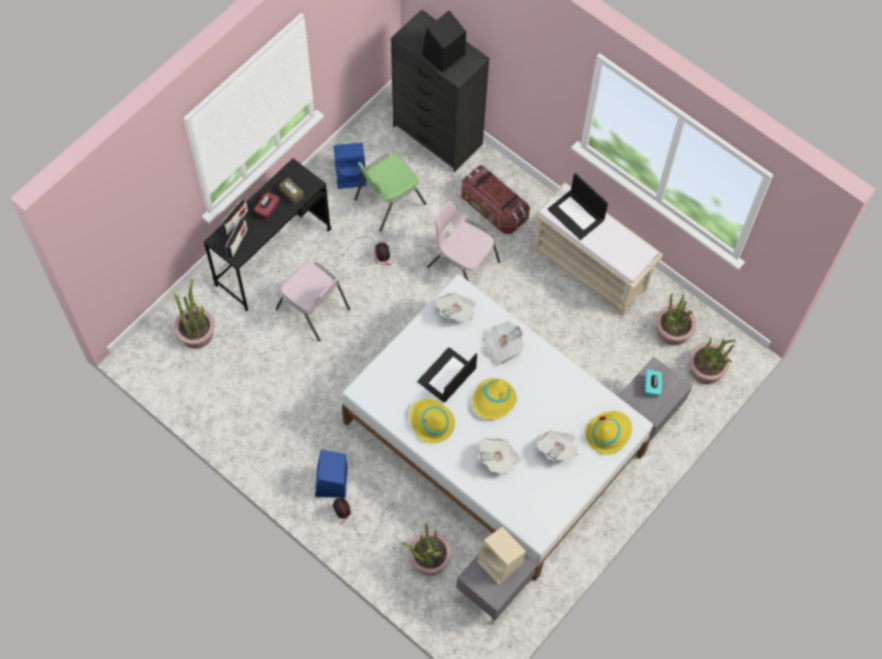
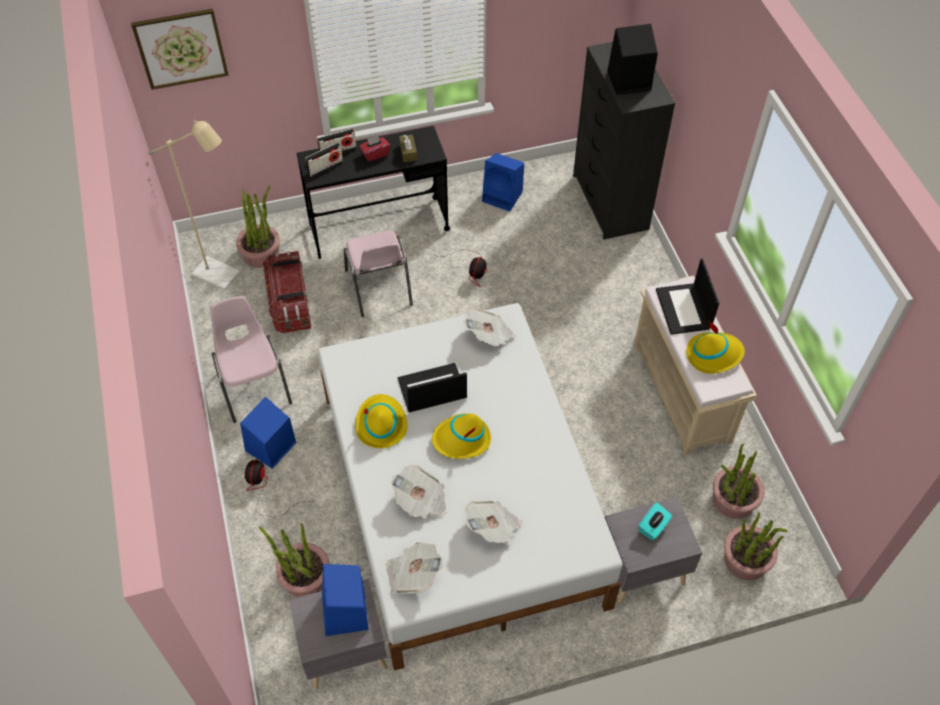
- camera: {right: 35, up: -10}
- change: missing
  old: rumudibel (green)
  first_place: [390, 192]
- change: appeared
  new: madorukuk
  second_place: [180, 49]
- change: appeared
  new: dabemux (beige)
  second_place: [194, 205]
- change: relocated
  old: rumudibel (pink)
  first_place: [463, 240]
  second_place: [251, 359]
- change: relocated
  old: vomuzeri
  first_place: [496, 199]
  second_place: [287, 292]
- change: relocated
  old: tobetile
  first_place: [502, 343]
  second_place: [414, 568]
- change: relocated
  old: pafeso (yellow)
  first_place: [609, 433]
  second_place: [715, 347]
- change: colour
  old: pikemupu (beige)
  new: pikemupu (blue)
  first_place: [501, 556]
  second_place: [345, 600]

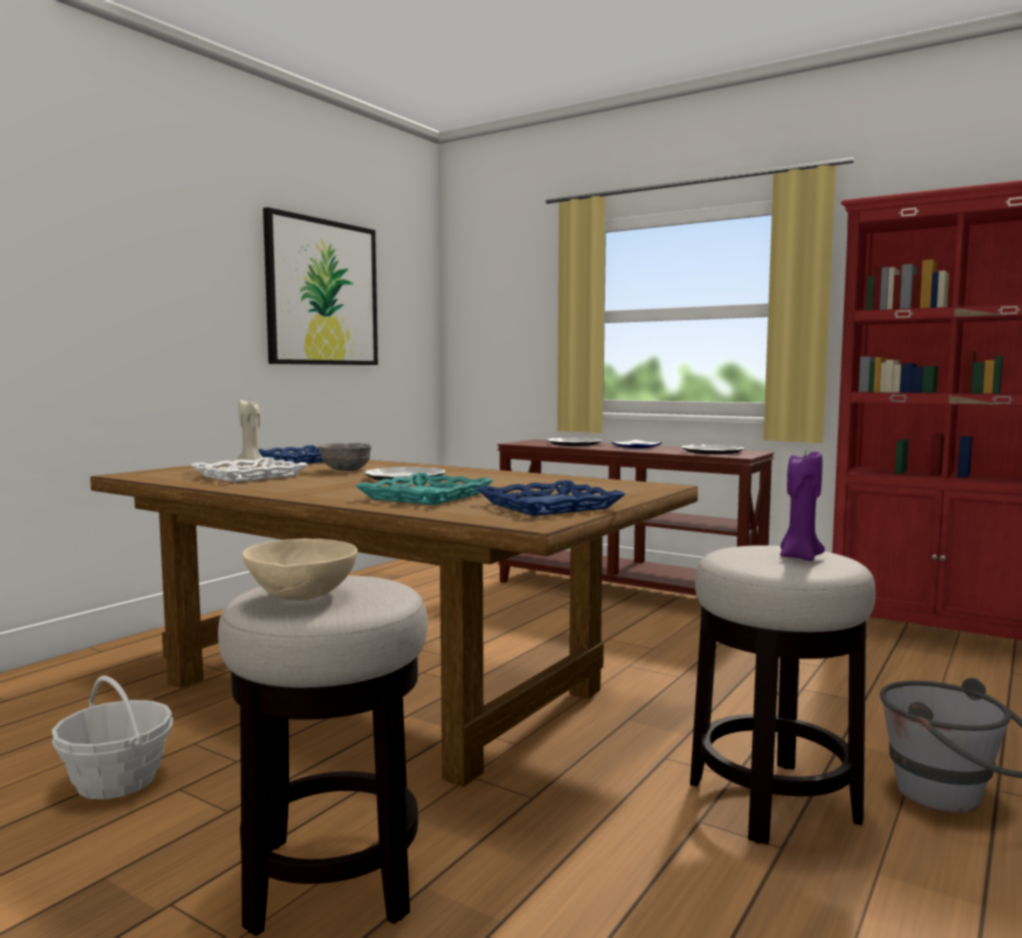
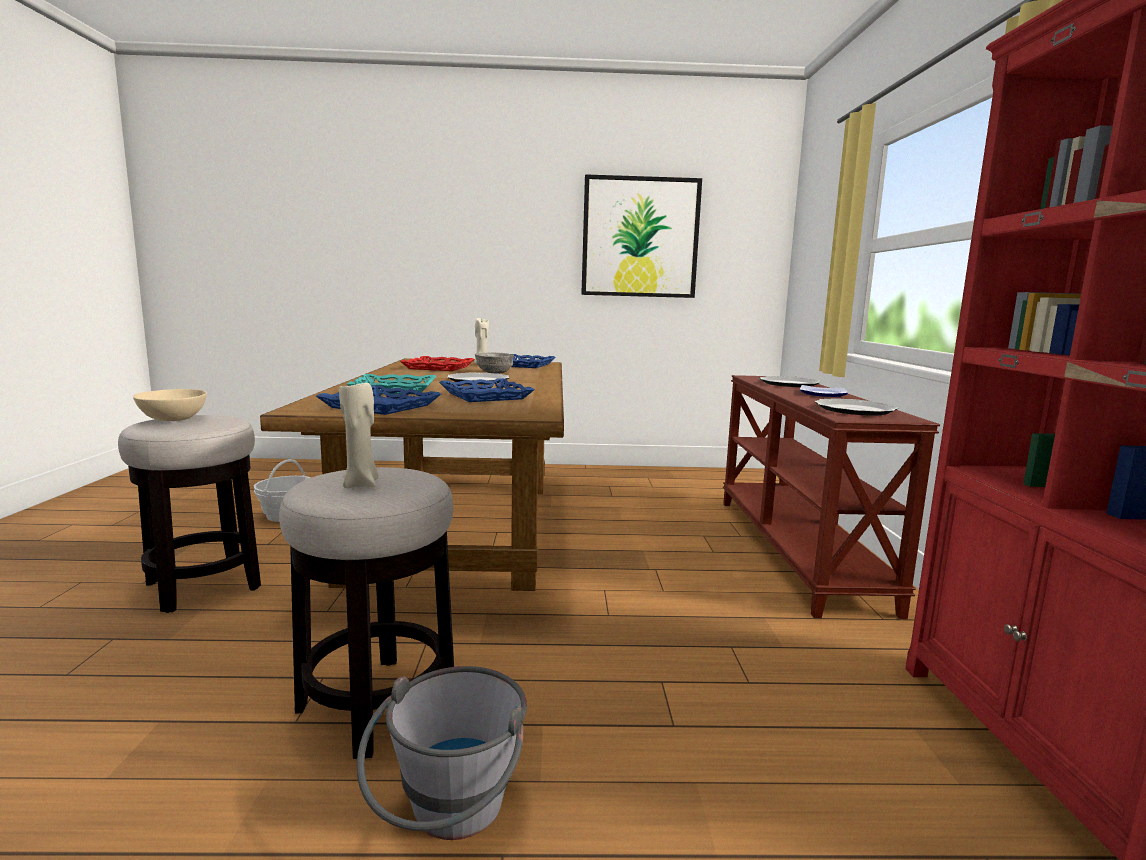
- camera: {right: 55, up: 5}
- change: appeared
  new: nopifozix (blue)
  second_place: [487, 390]
- change: colour
  old: nopifozix (white)
  new: nopifozix (red)
  first_place: [250, 469]
  second_place: [437, 363]
- change: colour
  old: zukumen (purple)
  new: zukumen (beige)
  first_place: [802, 506]
  second_place: [359, 435]

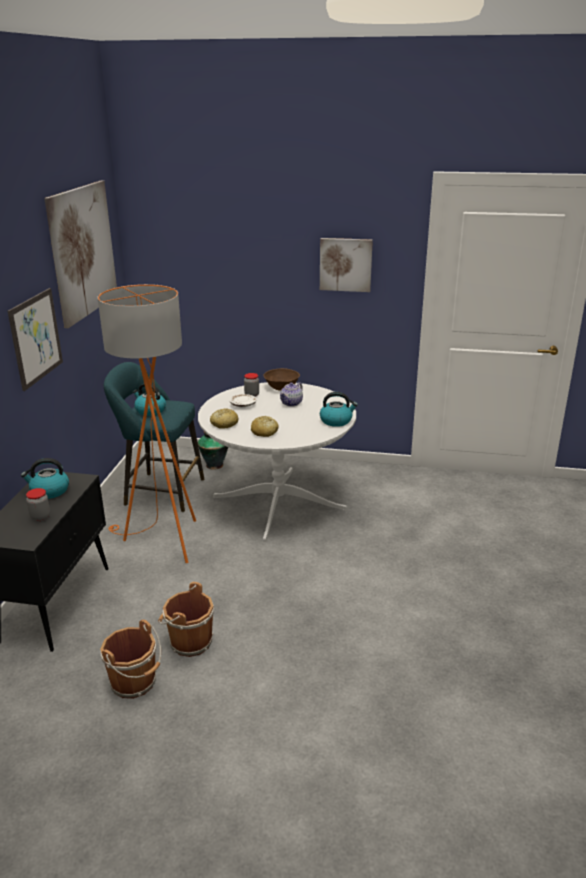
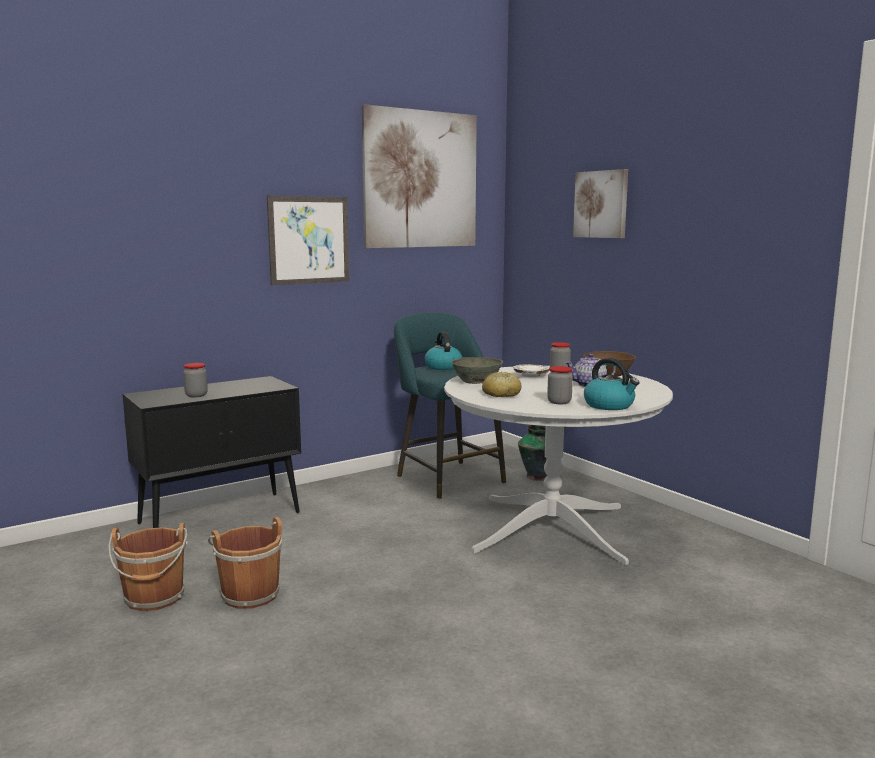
- camera: {right: 45, up: -15}
- change: missing
  old: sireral
  first_place: [45, 478]
- change: missing
  old: dabemux (orange)
  first_place: [147, 423]
- change: appeared
  new: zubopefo
  second_place: [560, 385]
- change: relocated
  old: madorukuk
  first_place: [346, 265]
  second_place: [600, 203]
- change: exchanged
  old: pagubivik
  new: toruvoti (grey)
  first_place: [224, 418]
  second_place: [477, 370]

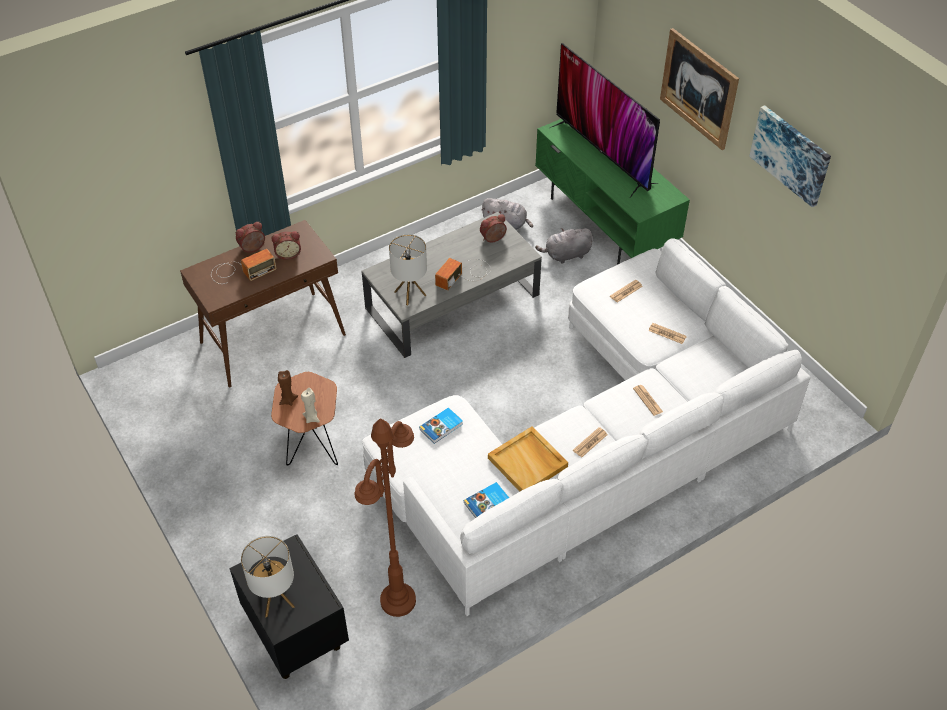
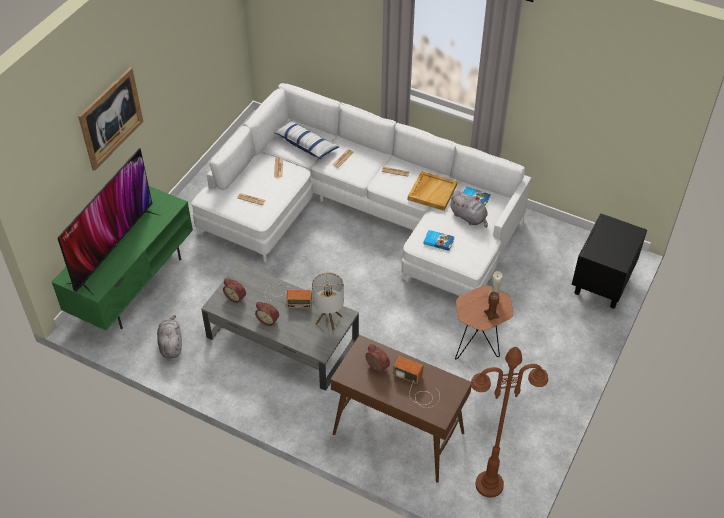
- camera: {right: -120, up: 0}
- change: missing
  old: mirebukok
  first_place: [268, 576]
- change: missing
  old: madorukuk
  first_place: [790, 156]
- change: appeared
  new: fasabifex
  second_place: [306, 139]
- change: relocated
  old: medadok
  first_place: [250, 237]
  second_place: [267, 314]
- change: relocated
  old: dabemux (brown)
  first_place: [385, 517]
  second_place: [509, 422]
- change: relocated
  old: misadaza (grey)
  first_place: [564, 246]
  second_place: [469, 209]

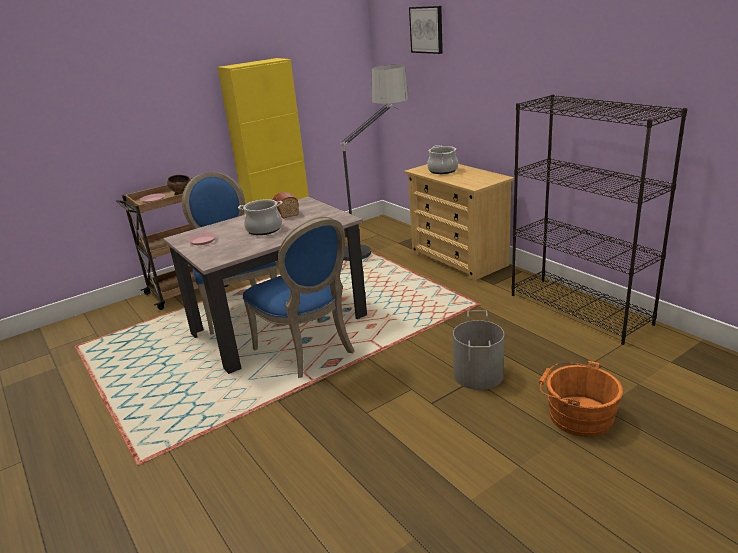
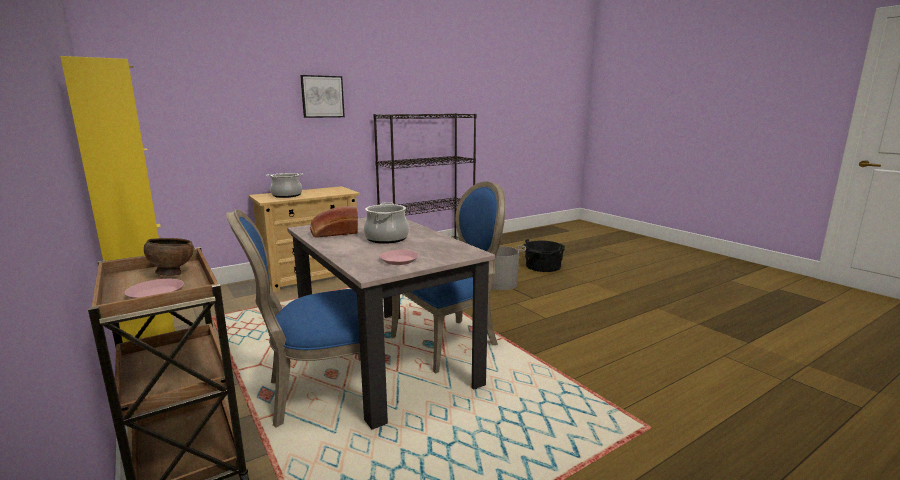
- camera: {right: -90, up: -10}
- change: missing
  old: dabemux
  first_place: [374, 163]
- change: relocated
  old: madorukuk
  first_place: [426, 30]
  second_place: [322, 96]
- change: colour
  old: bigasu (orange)
  new: bigasu (black)
  first_place: [581, 399]
  second_place: [543, 255]

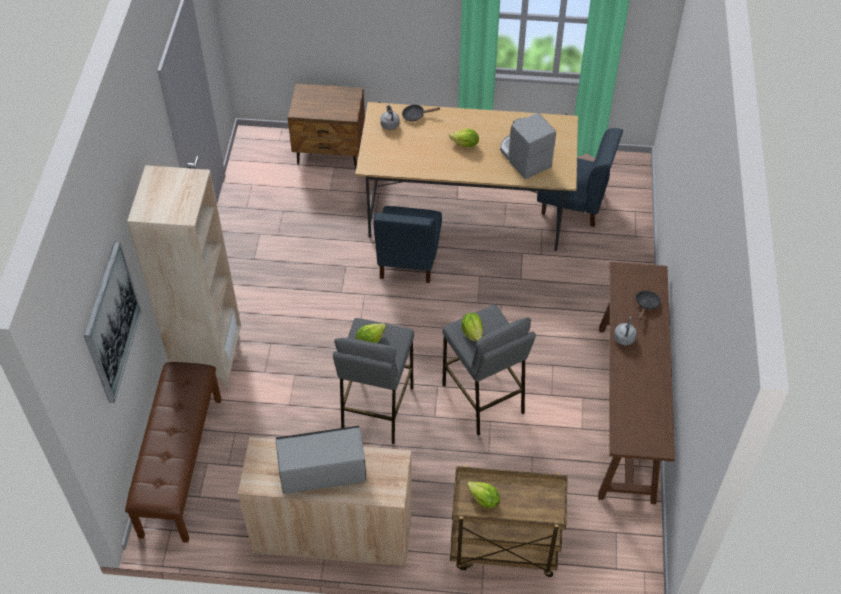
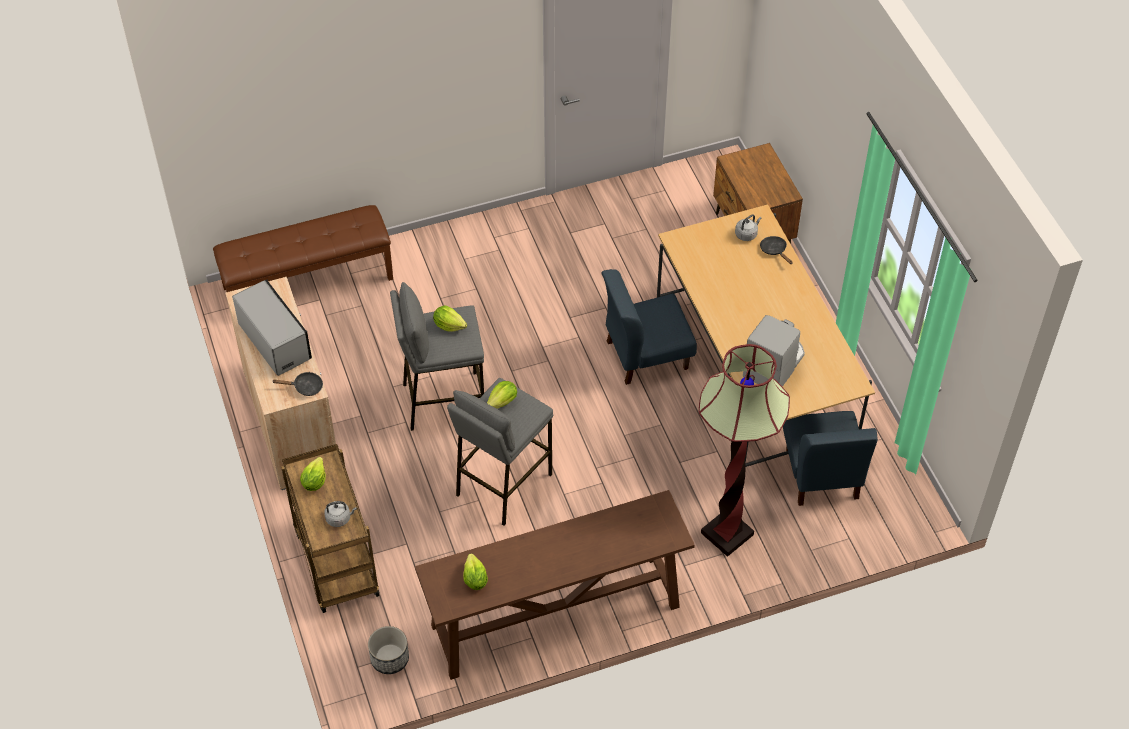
- camera: {right: 65, up: 0}
- change: missing
  old: madorukuk
  first_place: [113, 322]
- change: missing
  old: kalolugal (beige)
  first_place: [184, 276]
- change: appeared
  new: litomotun
  second_place: [388, 650]
- change: appeared
  new: dabemux
  second_place: [744, 450]
- change: relocated
  old: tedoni
  first_place: [464, 138]
  second_place: [475, 571]
- change: relocated
  old: sireral (grey)
  first_place: [625, 331]
  second_place: [340, 514]
- change: relocated
  old: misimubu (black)
  first_place: [648, 305]
  second_place: [297, 384]

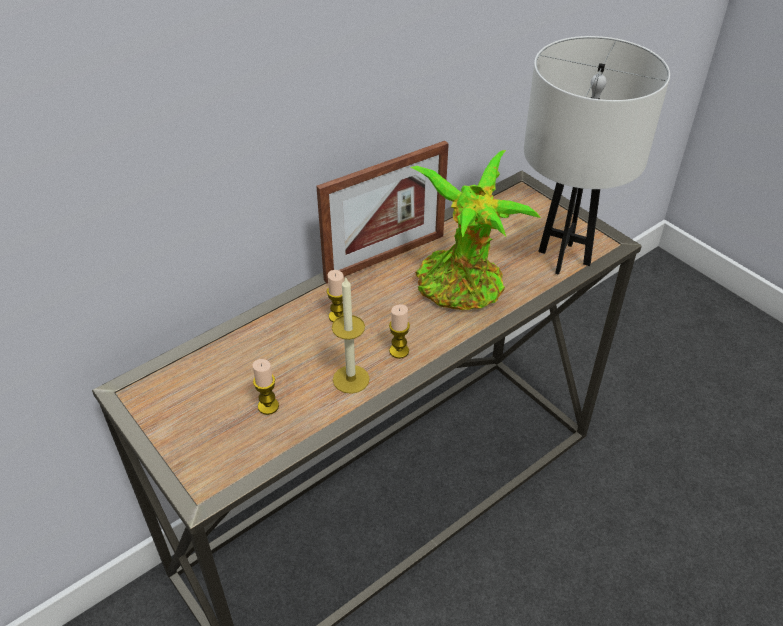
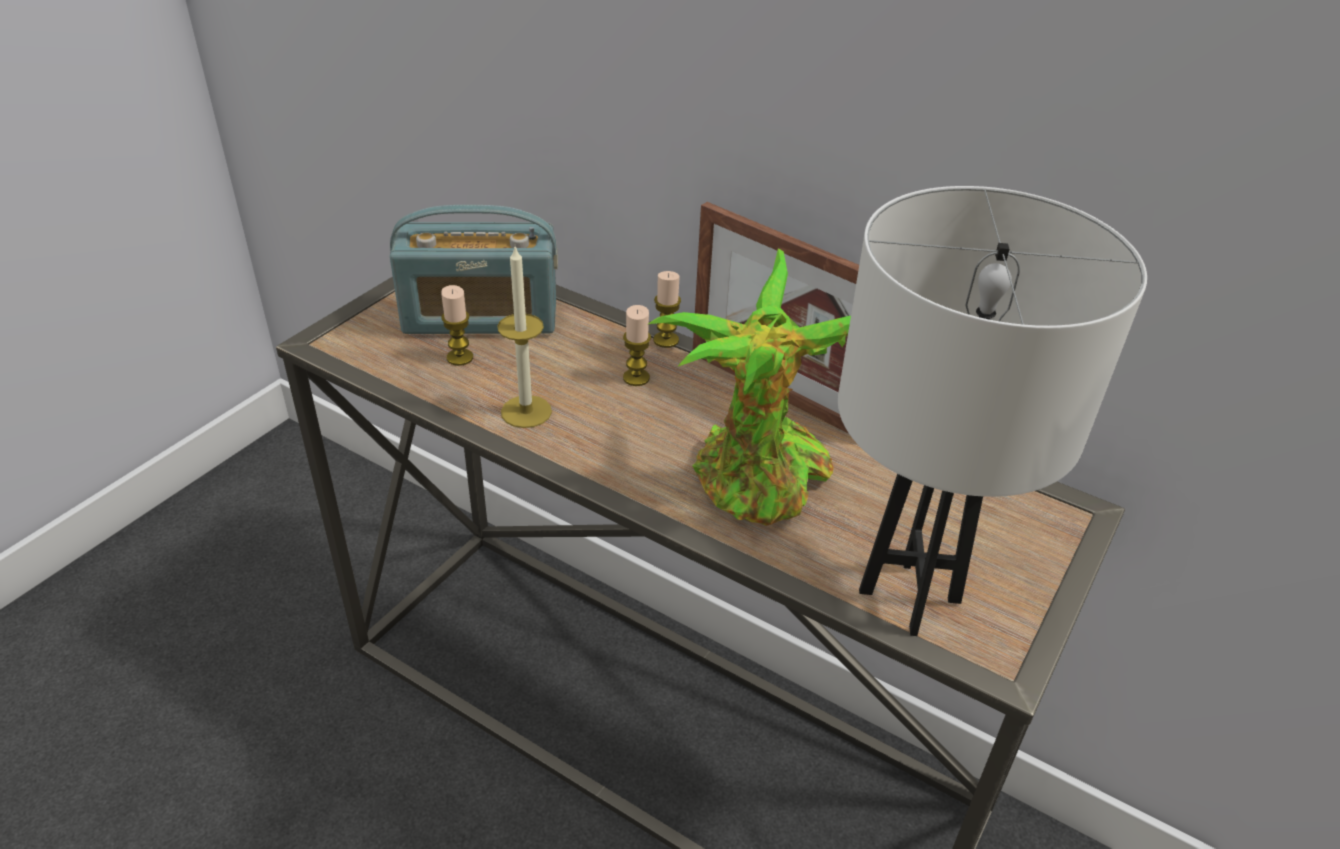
- camera: {right: 70, up: -5}
- change: appeared
  new: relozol
  second_place: [474, 269]
- change: relocated
  old: zukumen
  first_place: [399, 331]
  second_place: [667, 309]

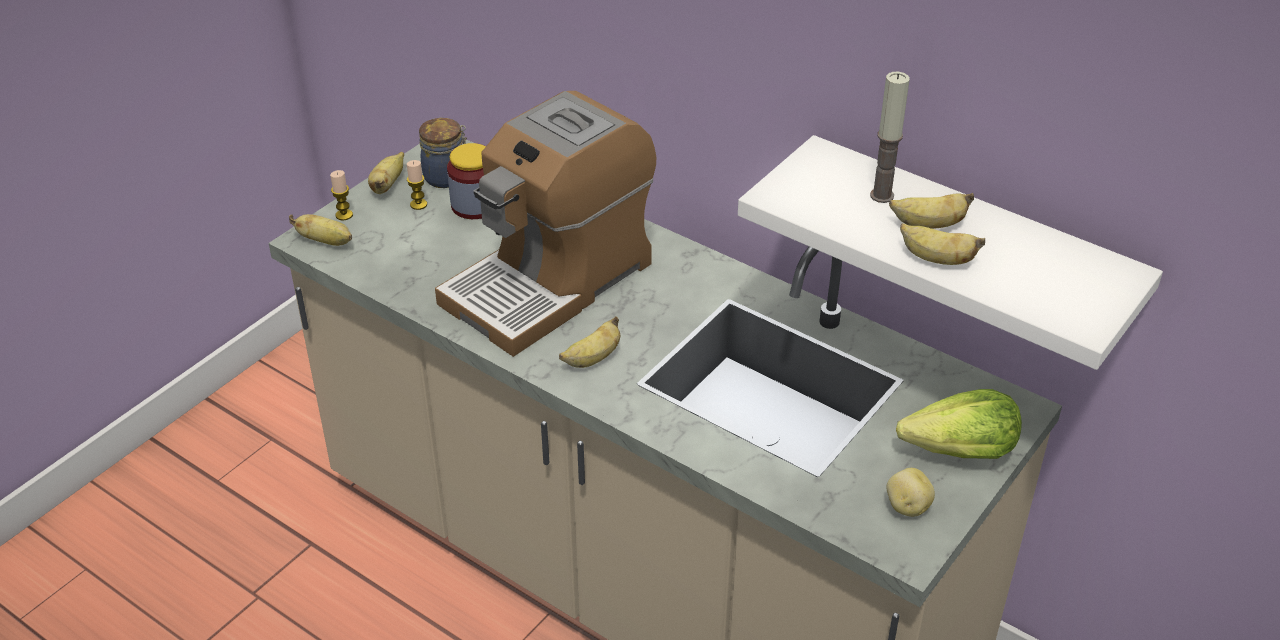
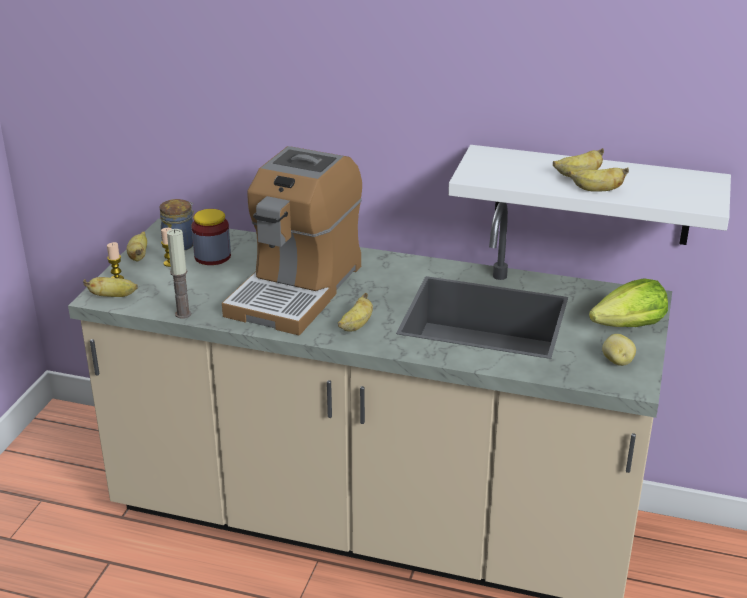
- camera: {right: -20, up: -10}
- change: relocated
  old: zukumen
  first_place: [890, 137]
  second_place: [179, 274]

